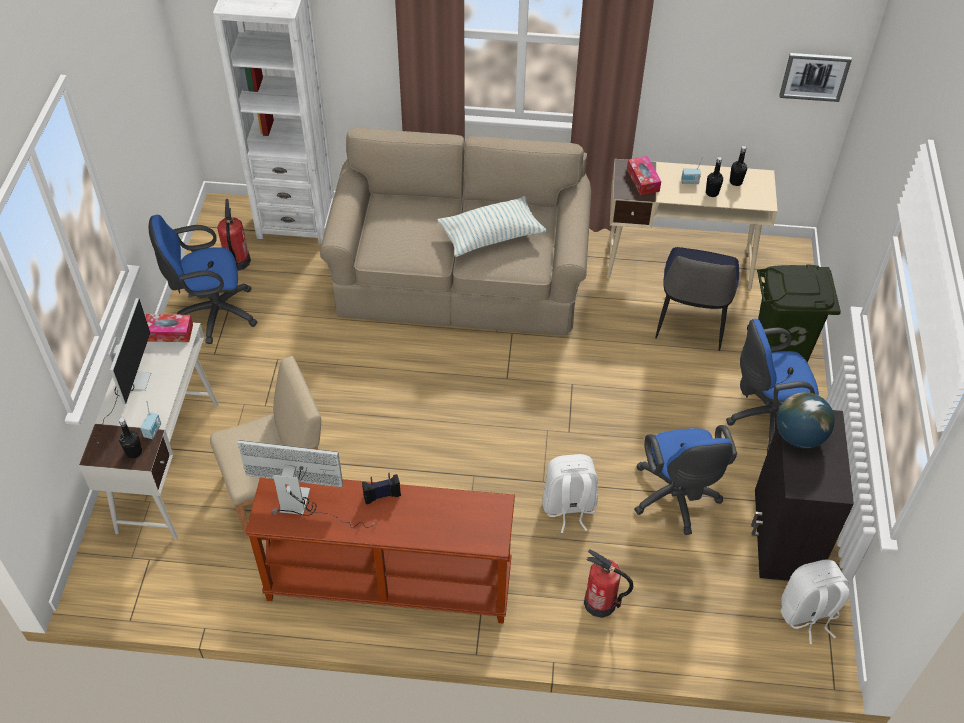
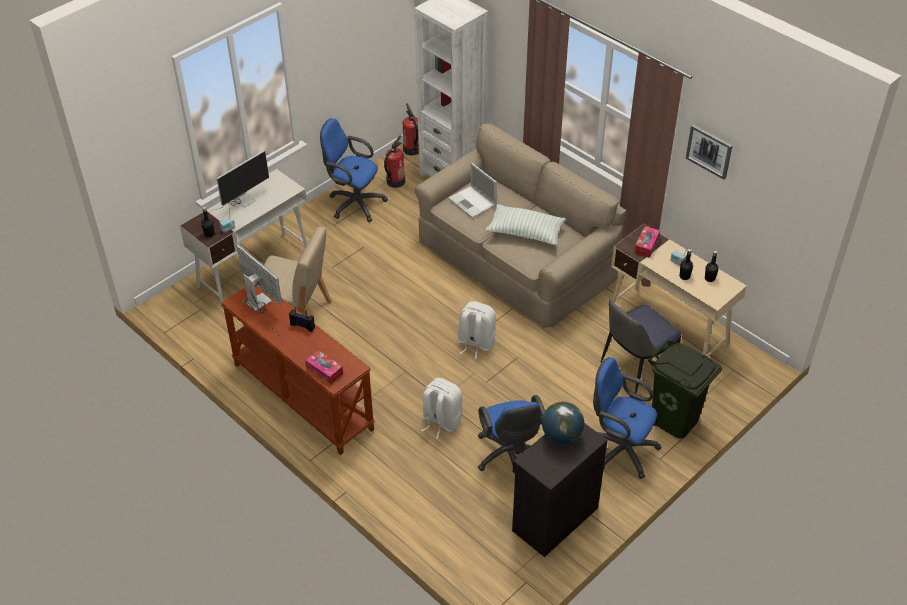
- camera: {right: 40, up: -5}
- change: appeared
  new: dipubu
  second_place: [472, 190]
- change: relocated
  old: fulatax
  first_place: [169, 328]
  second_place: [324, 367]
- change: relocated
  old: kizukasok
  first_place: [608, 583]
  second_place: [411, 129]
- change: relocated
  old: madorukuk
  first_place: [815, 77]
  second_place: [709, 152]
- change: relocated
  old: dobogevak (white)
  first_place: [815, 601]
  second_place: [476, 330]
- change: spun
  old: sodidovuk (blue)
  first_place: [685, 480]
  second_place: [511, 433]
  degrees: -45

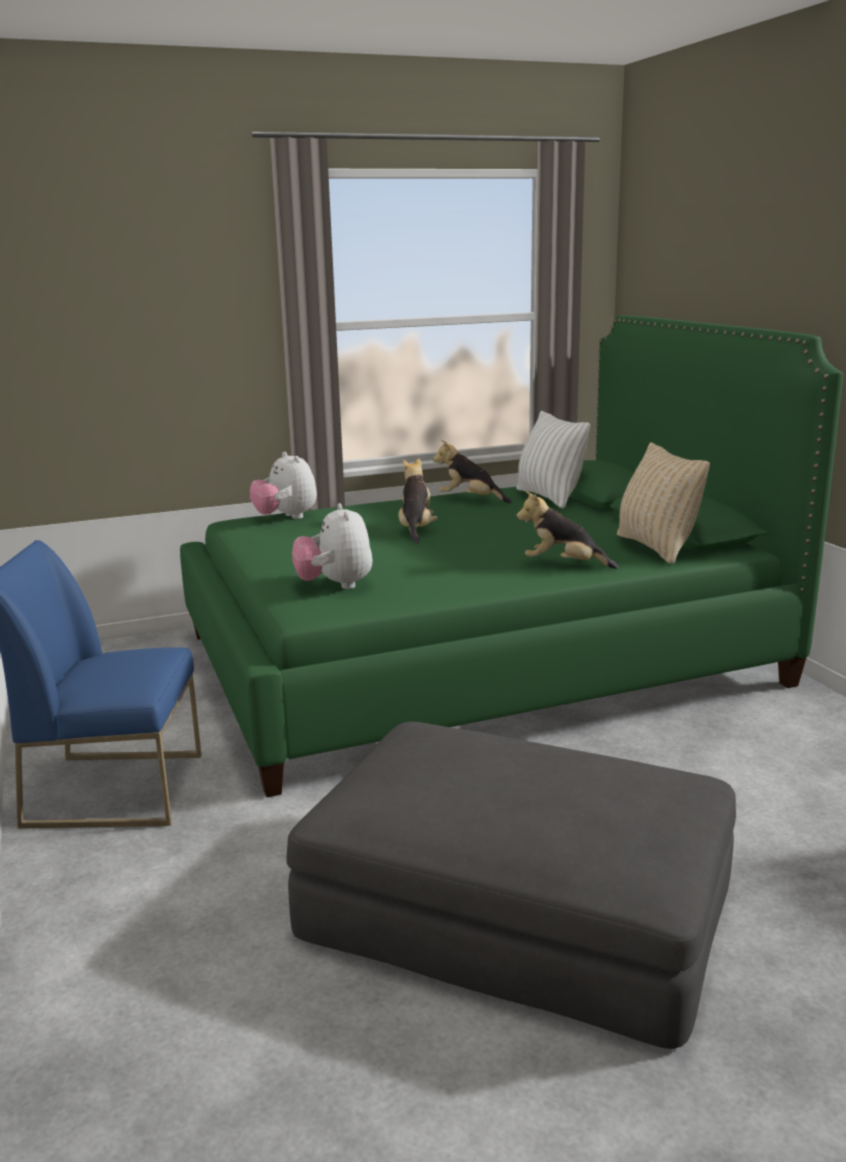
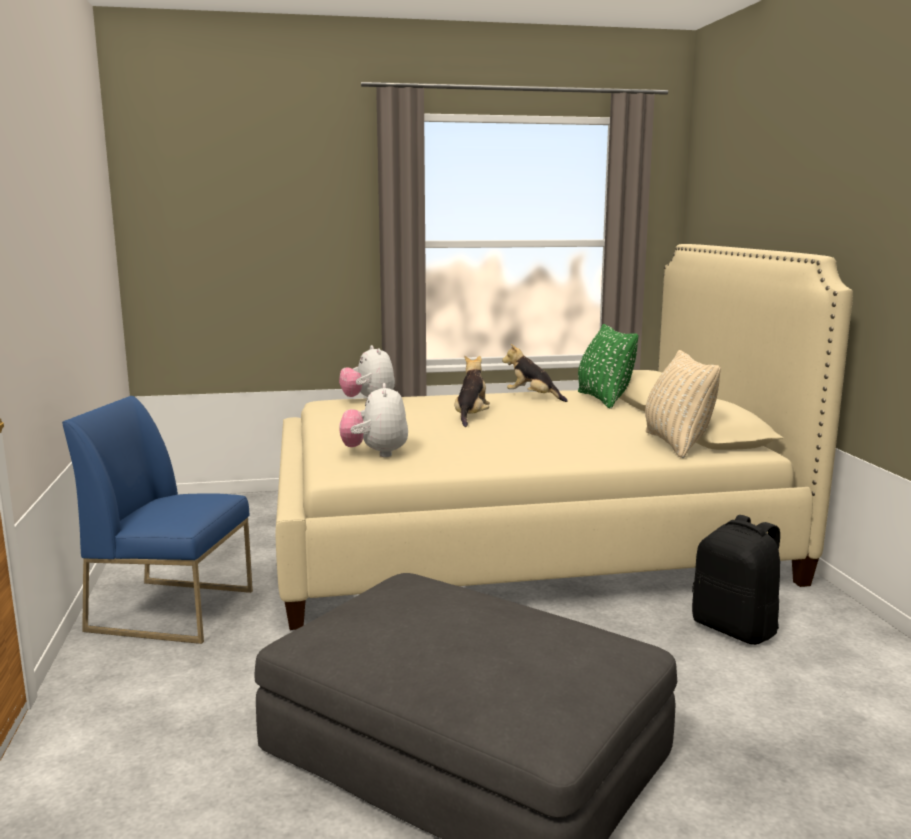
- camera: {right: 10, up: -5}
- change: missing
  old: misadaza
  first_place: [567, 530]
- change: appeared
  new: dobogevak (black)
  second_place: [736, 580]
- change: colour
  old: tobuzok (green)
  new: tobuzok (beige)
  first_place: [511, 556]
  second_place: [564, 437]
- change: colour
  old: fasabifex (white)
  new: fasabifex (green)
  first_place: [553, 459]
  second_place: [608, 366]

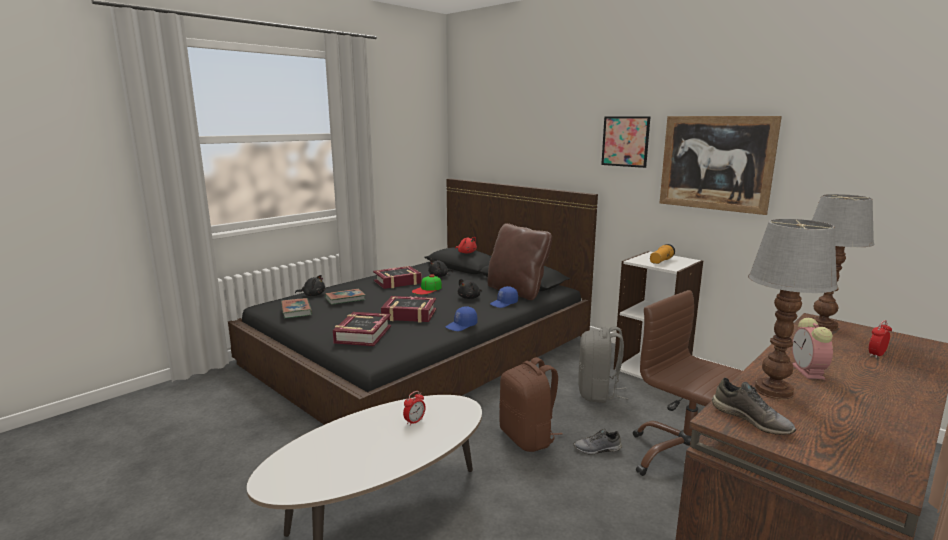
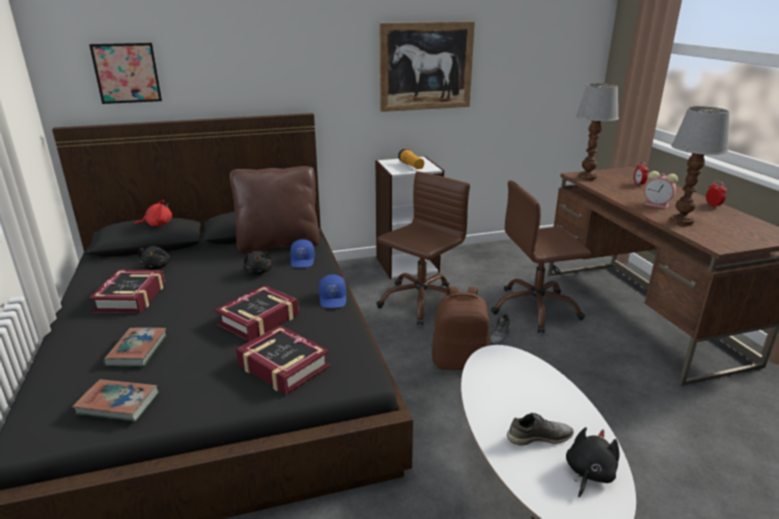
- camera: {right: -60, up: 10}
- change: missing
  old: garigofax
  first_place: [427, 284]
- change: relocated
  old: misadaza (black)
  first_place: [310, 285]
  second_place: [593, 462]
- change: relocated
  old: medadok
  first_place: [414, 408]
  second_place: [716, 194]
- change: relocated
  old: madorukuk
  first_place: [626, 142]
  second_place: [125, 73]
- change: relocated
  old: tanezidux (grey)
  first_place: [754, 406]
  second_place: [540, 429]
- change: exchanged
  old: dobogevak (grey)
  new: sodidovuk (brown)
  first_place: [603, 364]
  second_place: [423, 248]

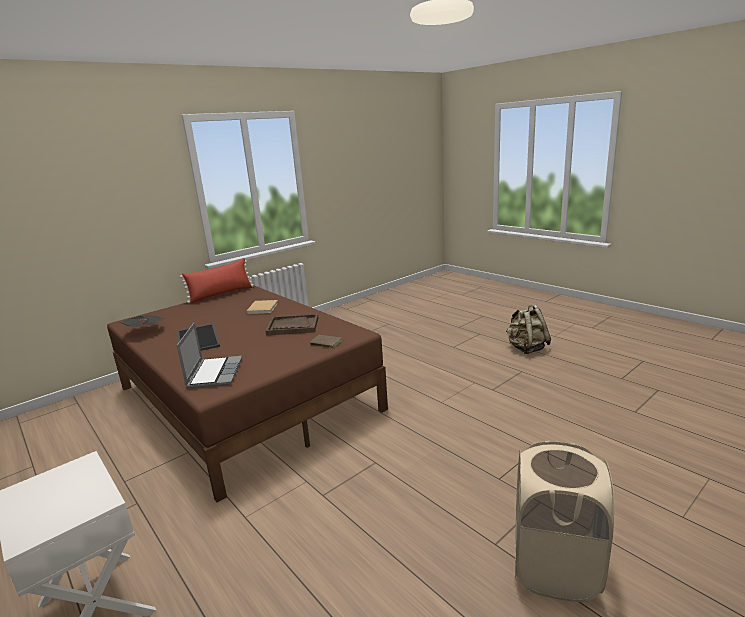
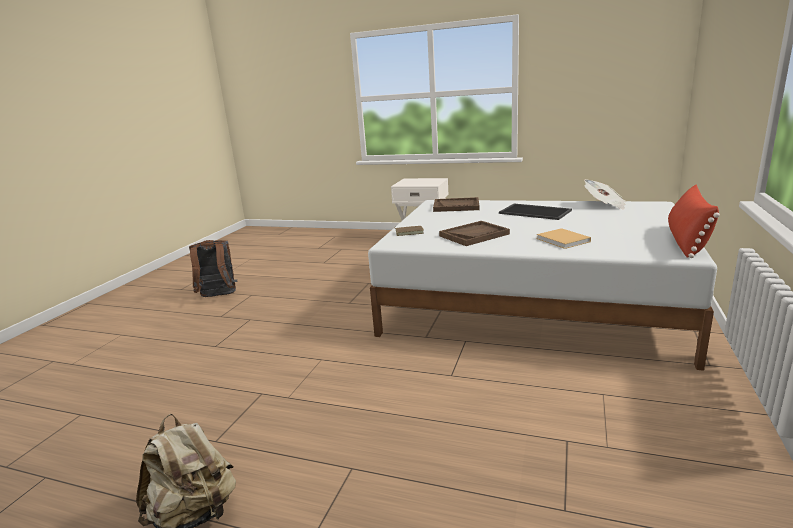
- camera: {right: 150, up: 0}
- change: exchanged
  old: dipubu
  new: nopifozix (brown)
  first_place: [209, 355]
  second_place: [456, 204]
- change: exchanged
  old: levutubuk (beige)
  new: dobogevak (brown)
  first_place: [564, 521]
  second_place: [213, 268]
- change: colour
  old: tobuzok (brown)
  new: tobuzok (white)
  first_place: [247, 394]
  second_place: [542, 285]

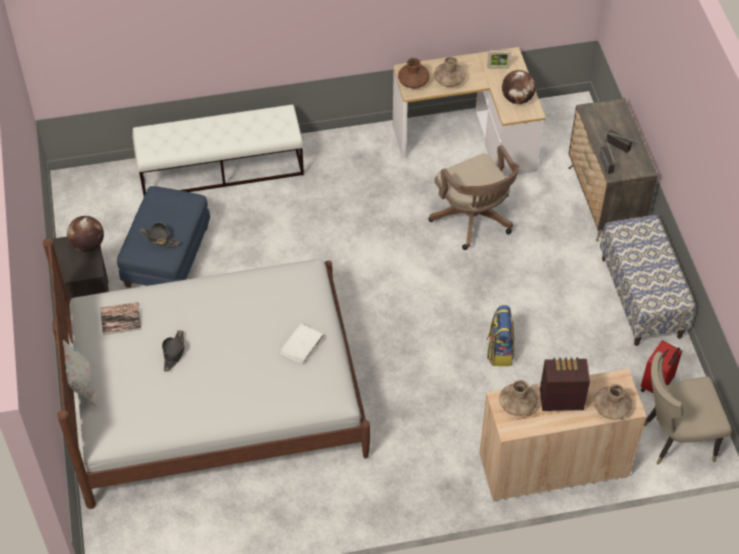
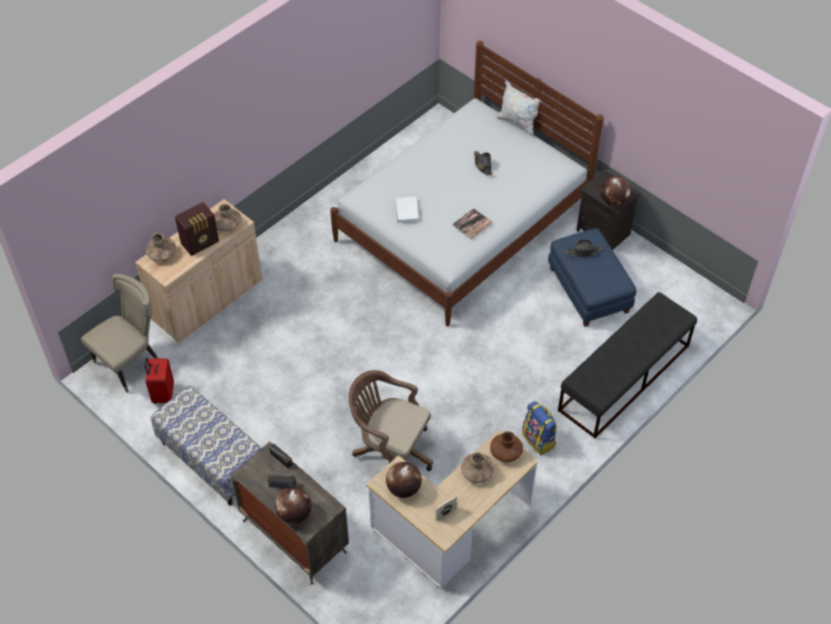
- camera: {right: 145, up: 0}
- change: appeared
  new: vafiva
  second_place: [293, 505]
- change: relocated
  old: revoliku
  first_place: [120, 318]
  second_place: [472, 223]
- change: relocated
  old: dobogevak
  first_place: [501, 335]
  second_place: [539, 428]
- change: colour
  old: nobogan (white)
  new: nobogan (black)
  first_place: [218, 150]
  second_place: [627, 365]

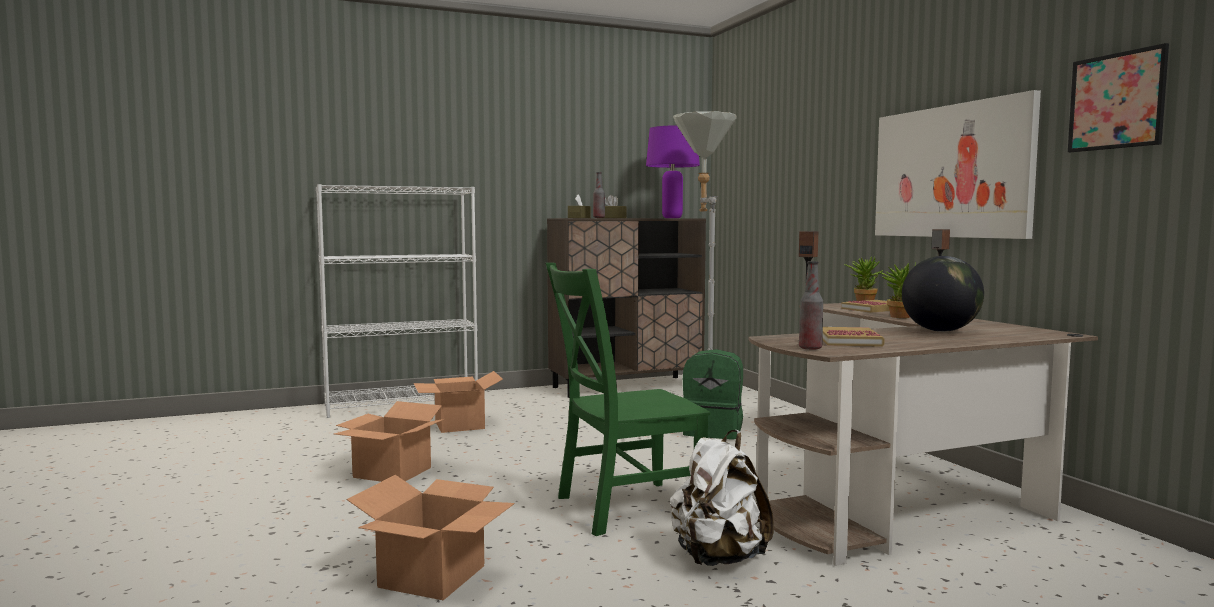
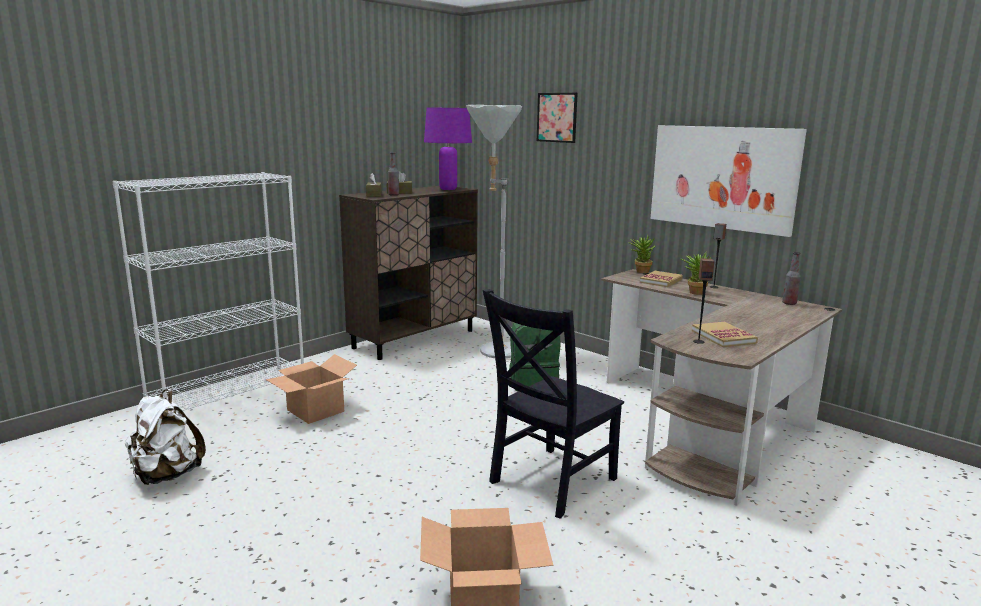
- camera: {right: -25, up: 10}
- change: missing
  old: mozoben
  first_place: [389, 441]
- change: missing
  old: vafiva
  first_place: [943, 294]
- change: relocated
  old: dobogevak (white)
  first_place: [722, 498]
  second_place: [165, 437]
- change: relocated
  old: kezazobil
  first_place: [811, 305]
  second_place: [791, 278]
- change: relocated
  old: madorukuk
  first_place: [1118, 97]
  second_place: [557, 118]
- change: colour
  old: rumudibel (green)
  new: rumudibel (black)
  first_place: [628, 399]
  second_place: [553, 404]

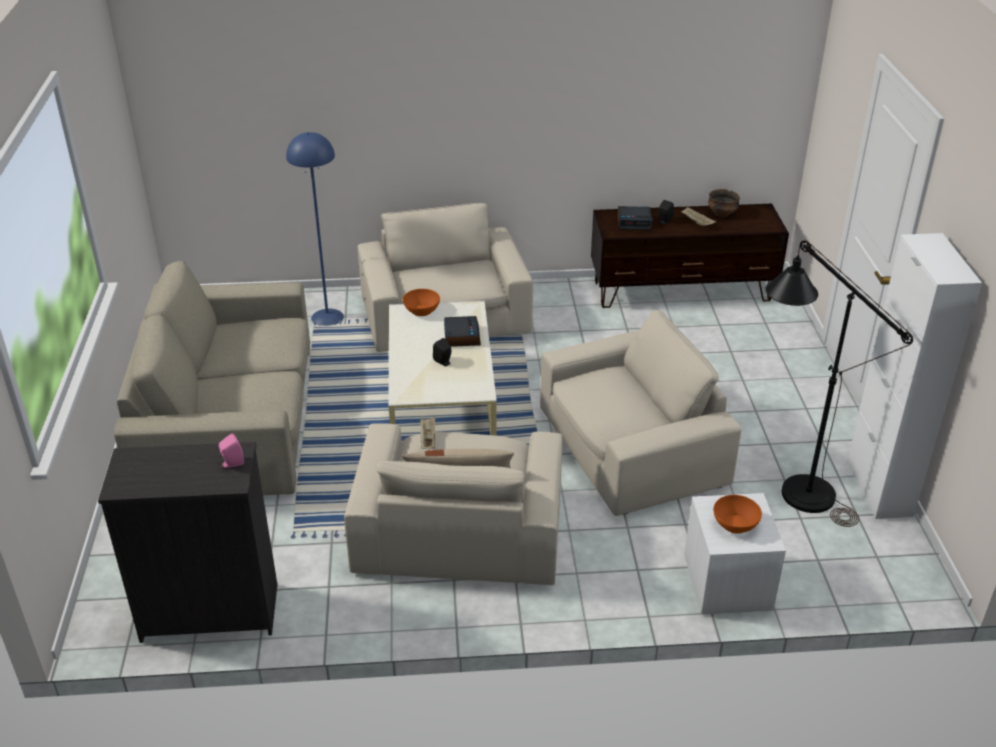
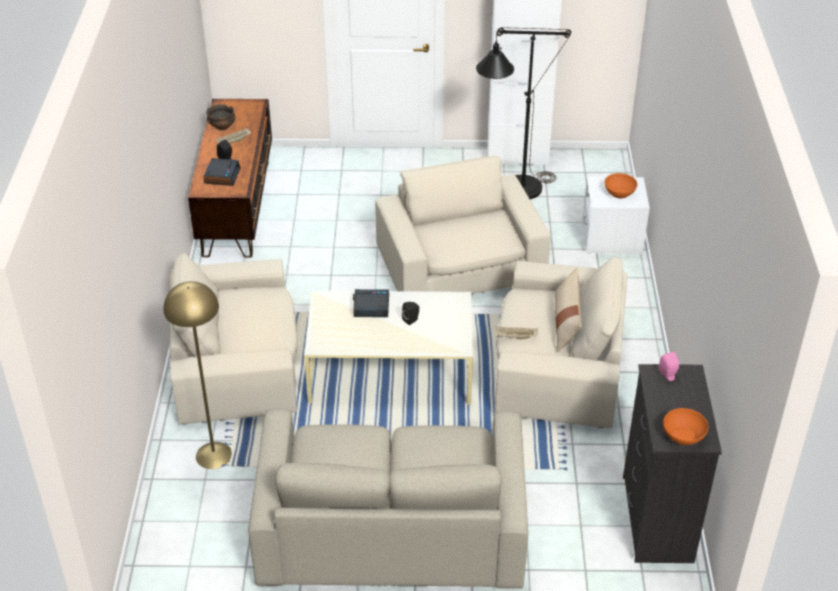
- camera: {right: -85, up: 5}
- change: relocated
  old: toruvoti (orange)
  first_place: [421, 302]
  second_place: [685, 426]
- change: colour
  old: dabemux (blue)
  new: dabemux (yellow)
  first_place: [315, 229]
  second_place: [198, 375]

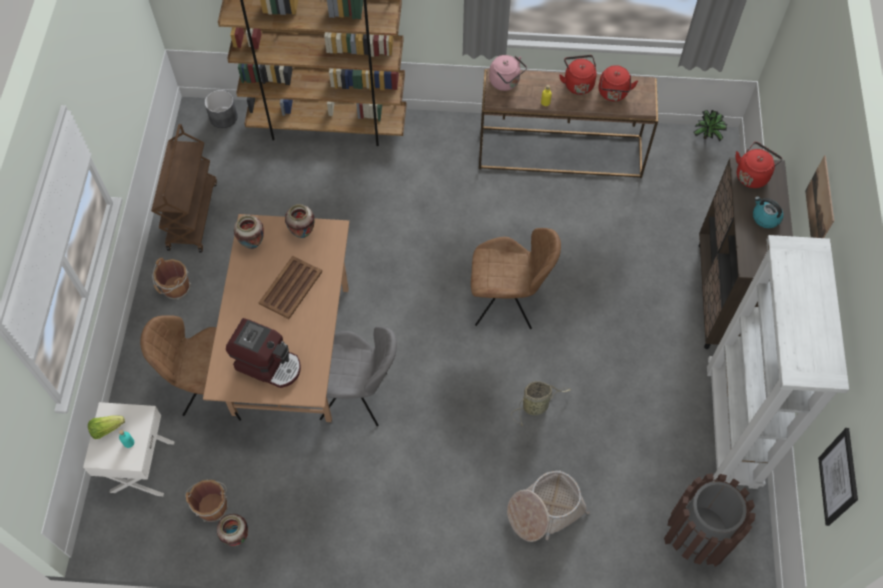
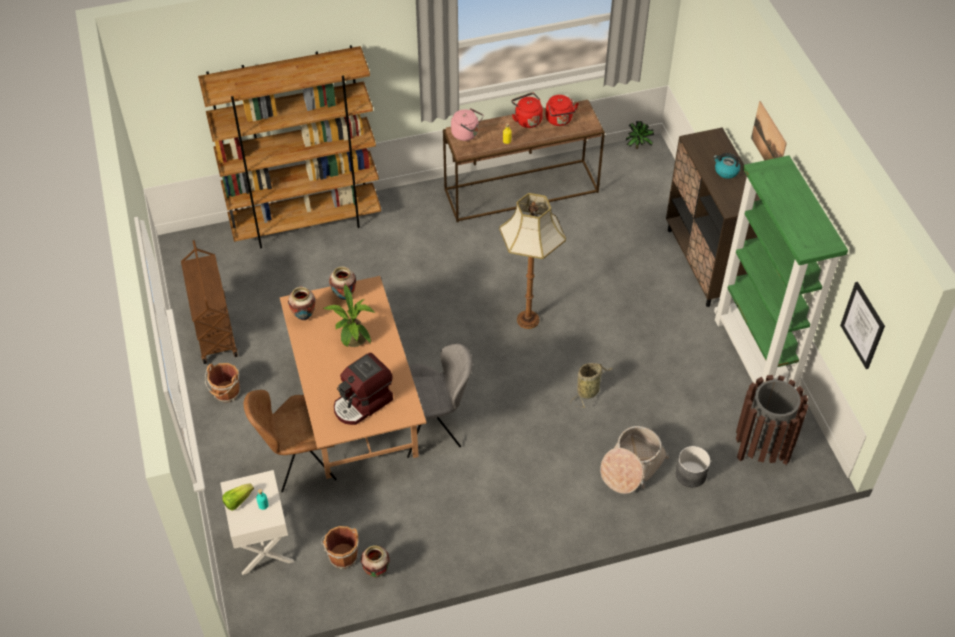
- camera: {right: -20, up: -10}
- change: missing
  old: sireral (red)
  first_place: [759, 165]
- change: relocated
  old: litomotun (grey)
  first_place: [221, 109]
  second_place: [692, 466]
- change: exchanged
  old: nopifozix (brown)
  new: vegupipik
  first_place: [290, 287]
  second_place: [350, 315]
- change: exchanged
  old: rumudibel (brown)
  new: dabemux
  first_place: [516, 278]
  second_place: [532, 261]
- change: colour
  old: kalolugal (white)
  new: kalolugal (green)
  first_place: [778, 362]
  second_place: [781, 272]
- change: spun
  old: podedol
  first_place: [263, 353]
  second_place: [363, 389]
  degrees: 135

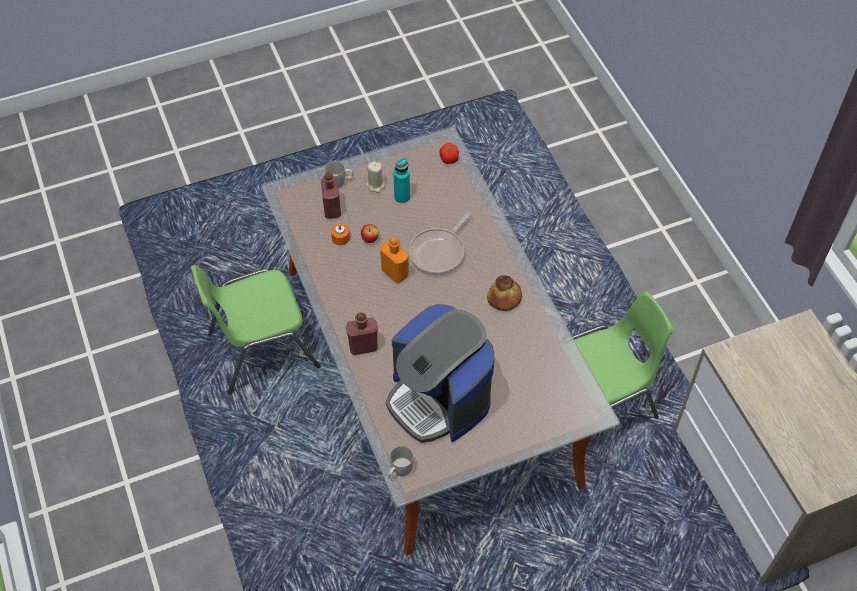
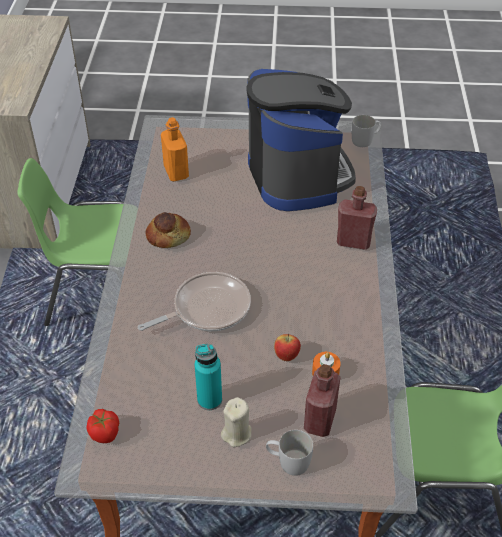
- camera: {right: -155, up: -10}
- change: relocated
  old: kezazobil (orange)
  first_place: [394, 260]
  second_place: [175, 149]

